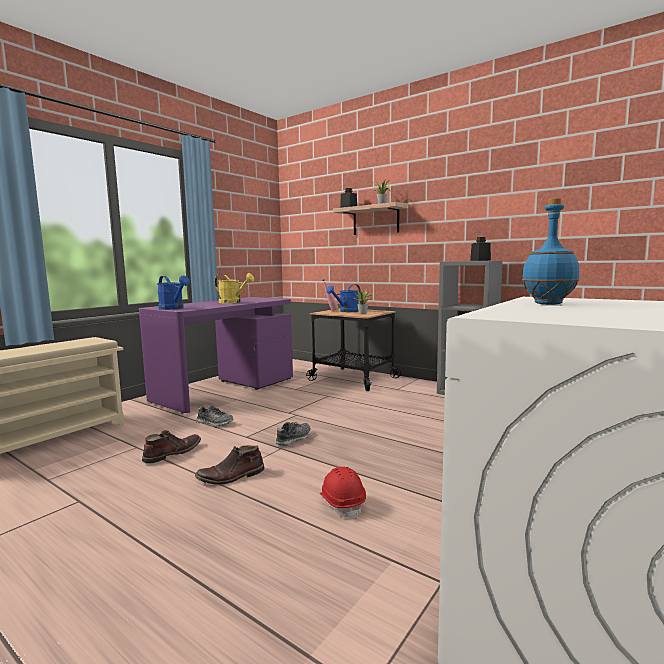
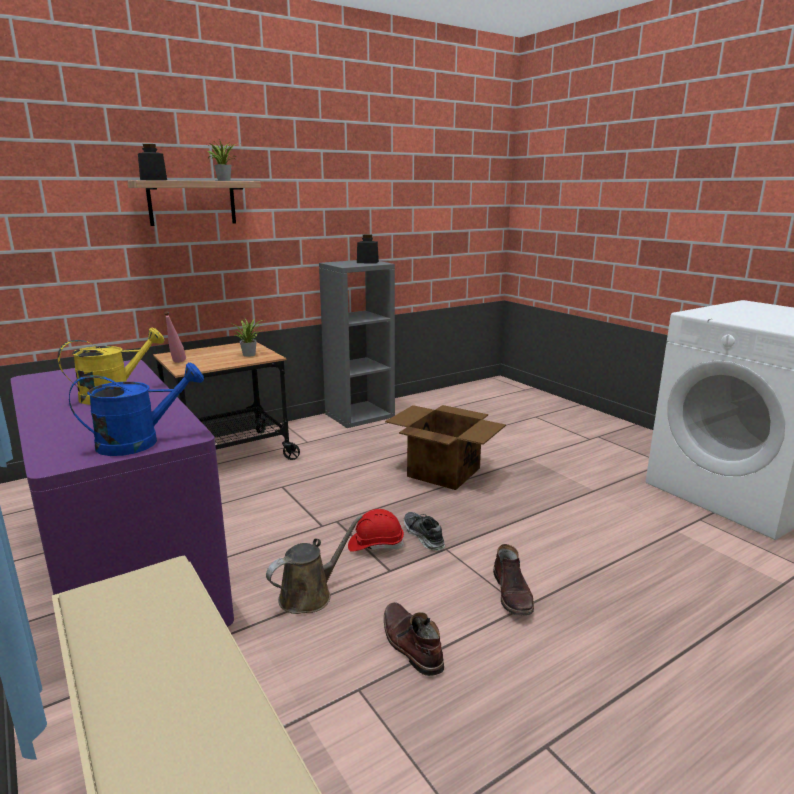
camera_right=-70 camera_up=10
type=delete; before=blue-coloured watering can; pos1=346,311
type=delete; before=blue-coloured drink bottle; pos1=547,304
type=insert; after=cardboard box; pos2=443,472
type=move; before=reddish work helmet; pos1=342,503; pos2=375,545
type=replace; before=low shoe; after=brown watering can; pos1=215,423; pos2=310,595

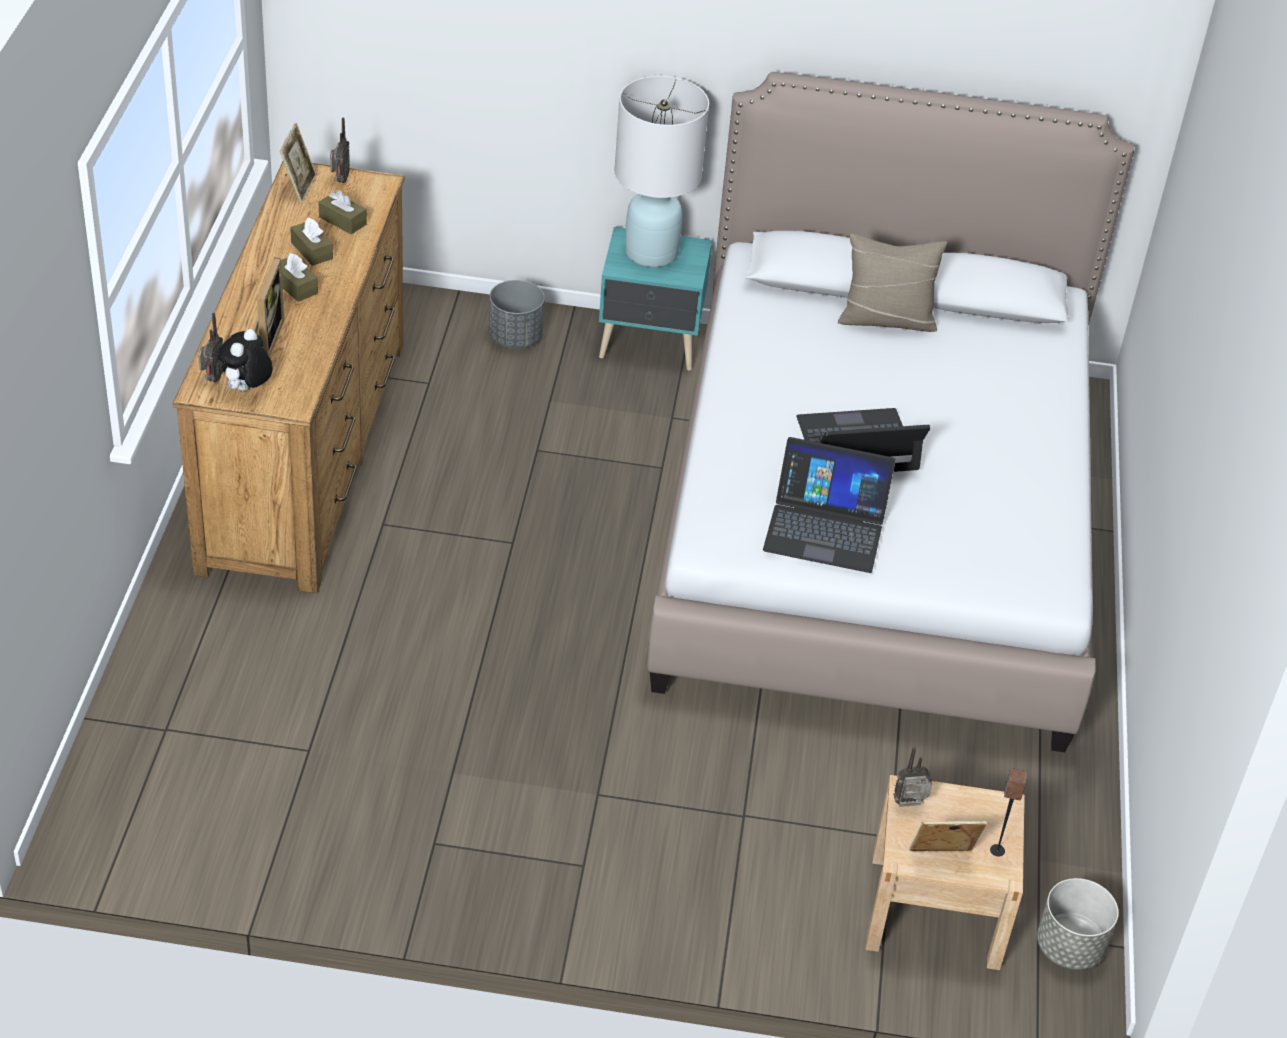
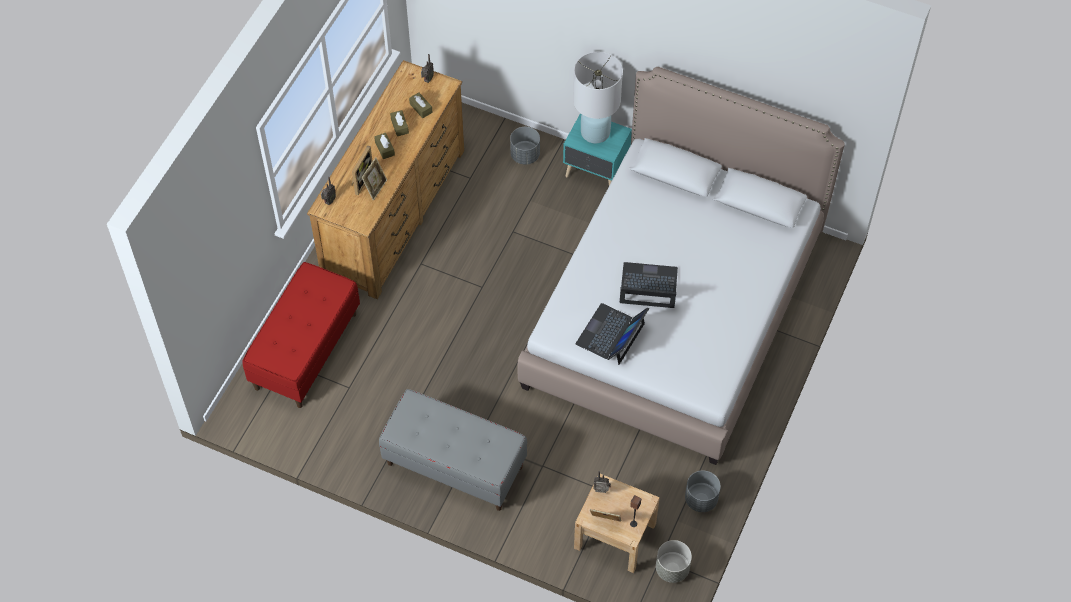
camera_right=20 camera_up=15
type=delete; before=cuddly toy; pos1=247,389
type=delete; before=sand-coloured cushion; pos1=886,319
type=insert; after=reddish long seat; pos2=305,350
type=insert; after=greyish long seat; pos2=454,465
type=insert; after=greyish flower pot; pos2=701,499
type=move; before=standing frame; pos1=299,187; pos2=375,188
type=rotate; before=notebook computer; pos1=825,528; pos2=611,334; turn=90

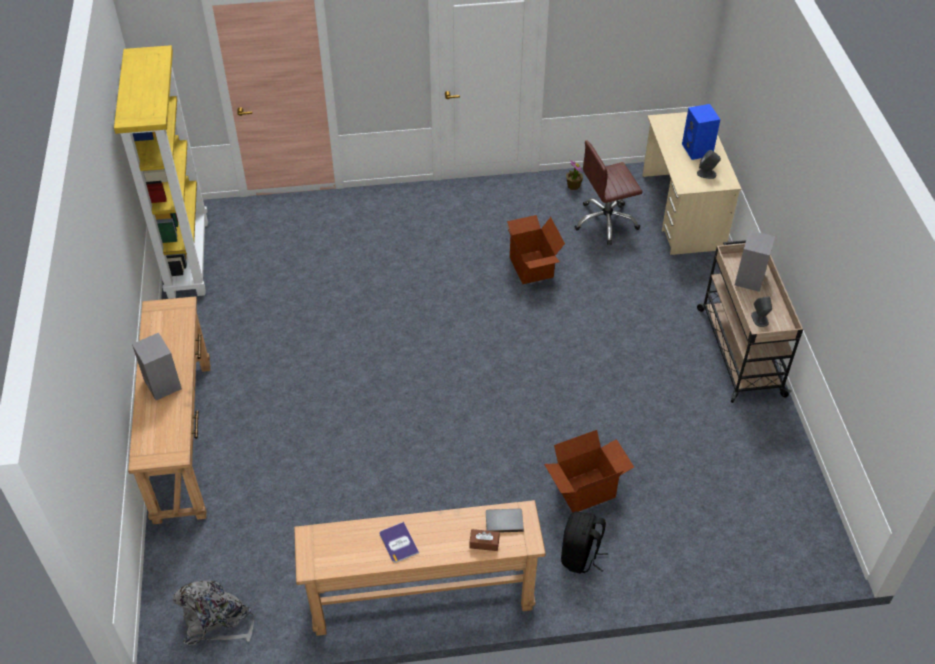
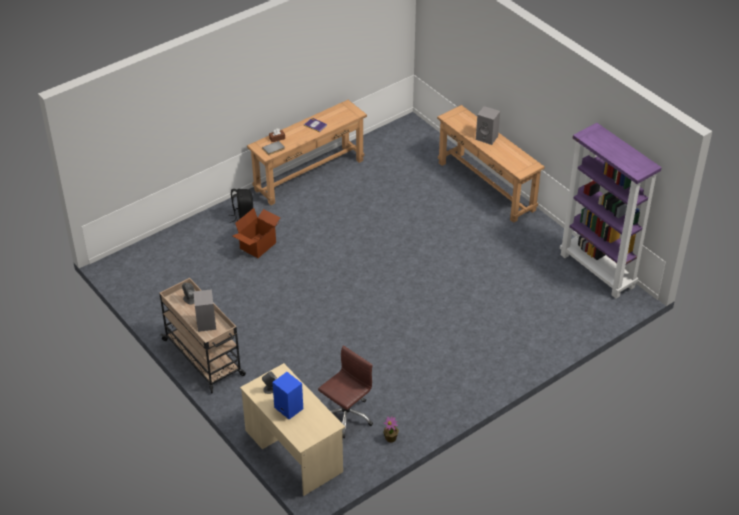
camera_right=150 camera_up=-5
type=delete; before=greyish backpack; pos1=216,620
type=delete; before=cardboard box; pos1=532,267
type=recolor; before=yellowish shelving unit; after=purple-coloured shelving unit; pos1=187,257; pos2=598,271

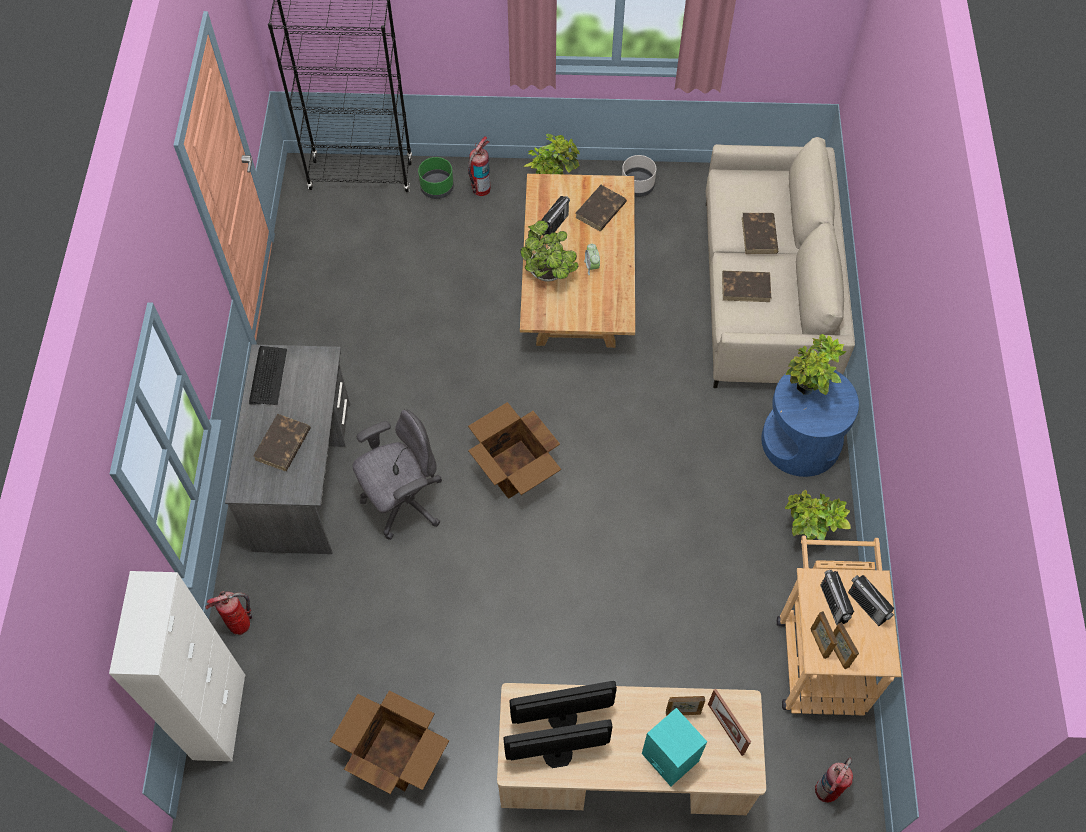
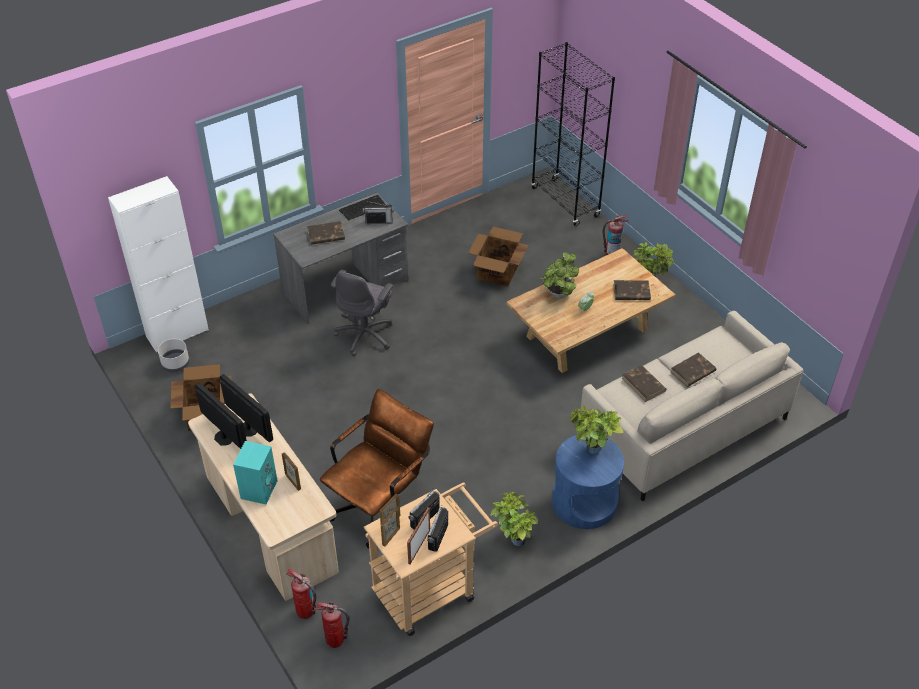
camera_right=55 camera_up=-15
type=delete; before=green flower pot; pos1=437,187
type=insert; after=brown office chair; pos2=380,505
type=move; before=fire extinguisher; pos1=240,624; pos2=305,611
type=move; before=cardboard box; pos1=515,469; pos2=497,273
type=move; before=radio; pos1=555,225; pos2=379,221
type=move; before=greyish flower pot; pos1=637,186; pos2=175,364
type=move; before=standing frame; pos1=725,729; pos2=419,546
type=rotate; before=greyish office chair; pos1=403,502; pos2=365,335; turn=90

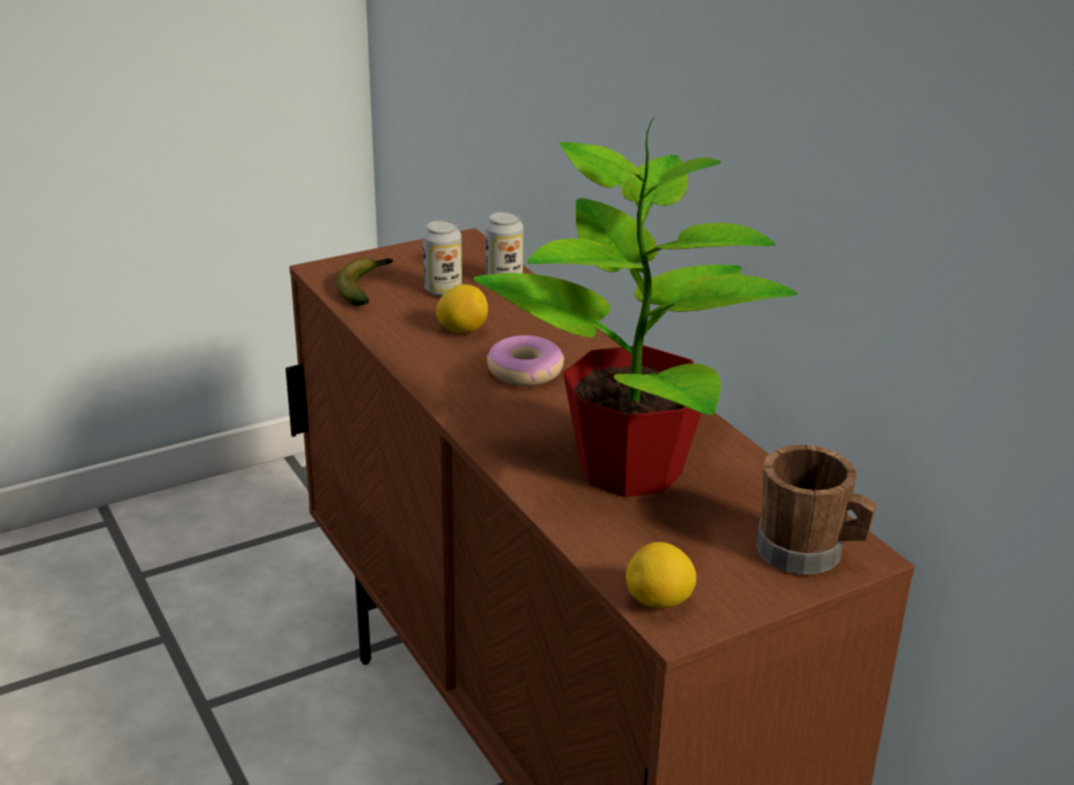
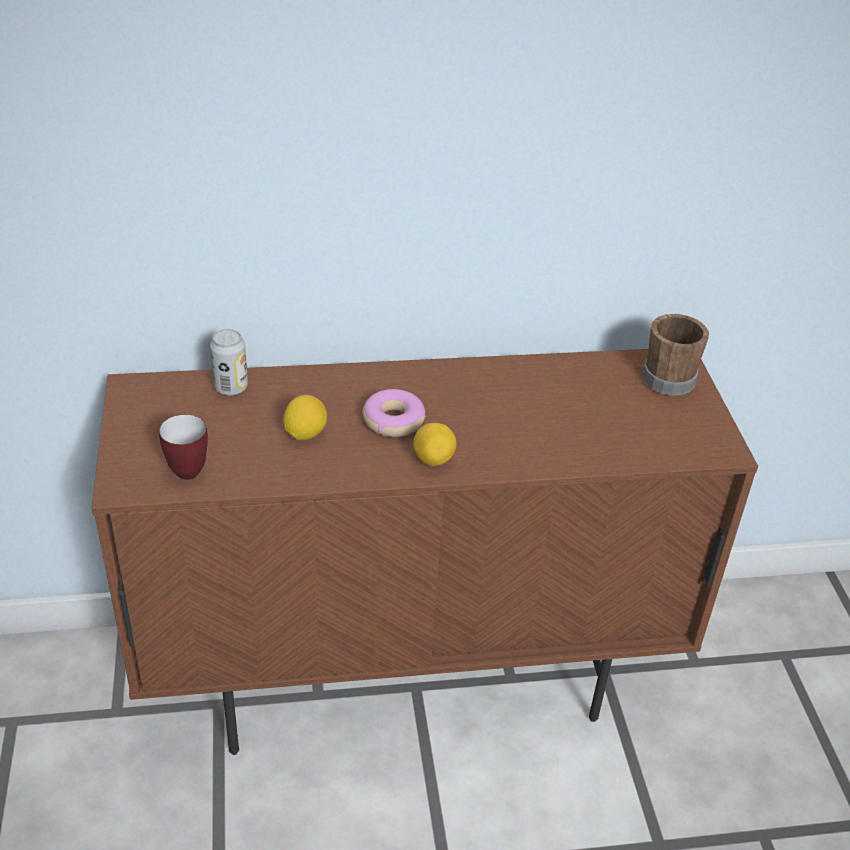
camera_right=-70 camera_up=10
type=delete; before=sealed can; pos1=443,290
type=delete; before=houseplant; pos1=634,469
type=move; before=lemon; pos1=659,602; pos2=433,459
type=replace; before=whole banana; after=coffee mug; pos1=365,288; pos2=183,468

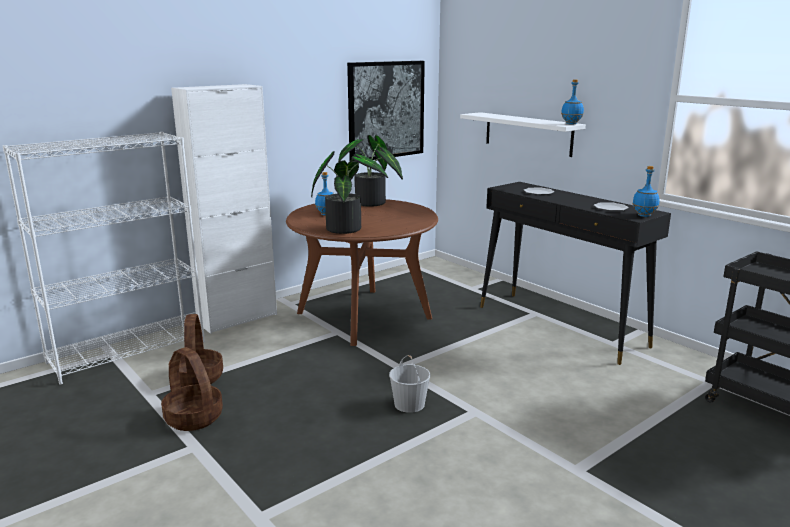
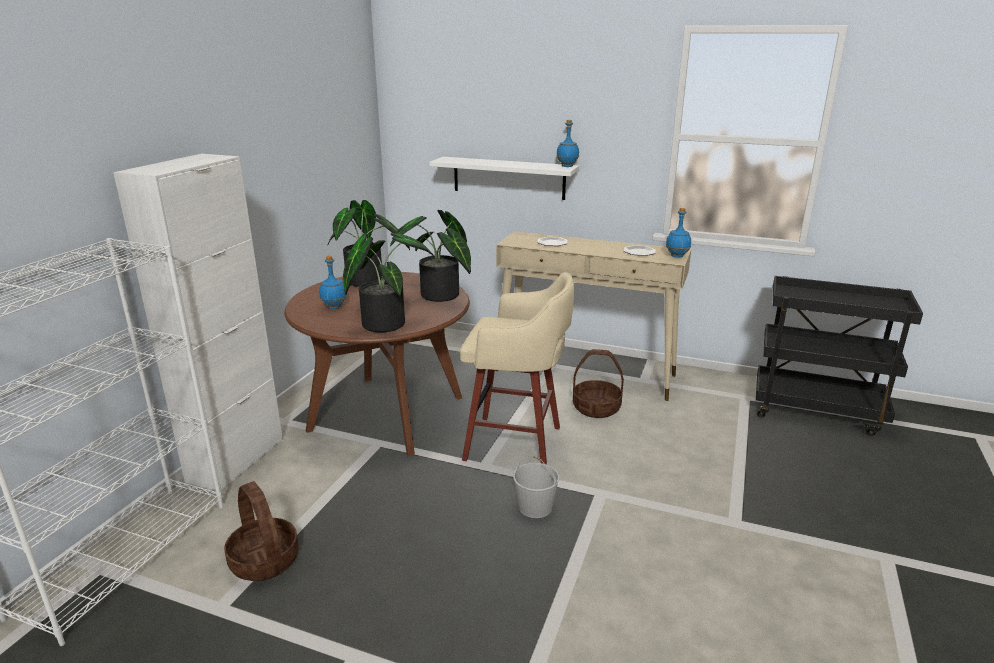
camera_right=-30 camera_up=5
type=delete; before=wall picture; pos1=386,110
type=insert; after=houseplant; pos2=440,297
type=insert; after=sand-coloured stool seat; pos2=516,444
type=move; before=household basket; pos1=193,418; pos2=596,408
type=recolor; before=blackish console table; after=sand-coloured console table; pos1=561,326; pos2=585,373

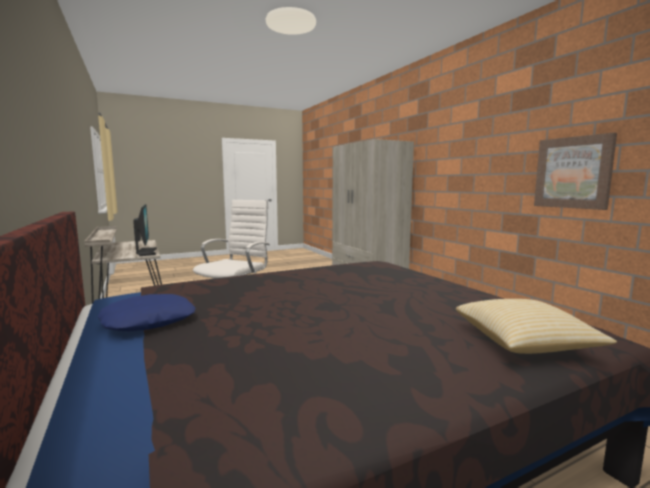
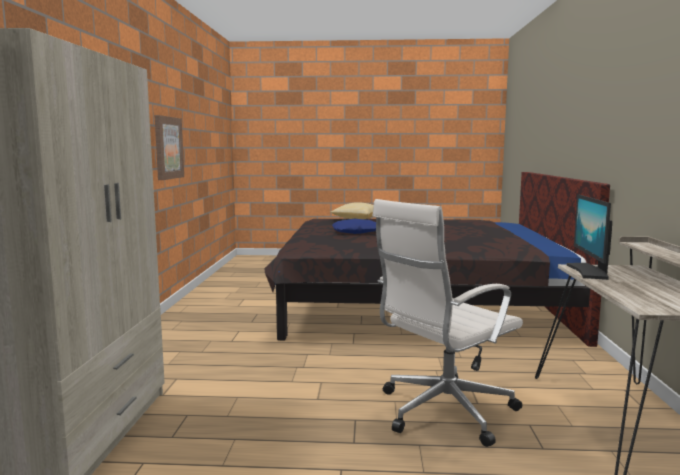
camera_right=-150 camera_up=0
type=move; before=blue-coloured cushion; pos1=148,321; pos2=355,232

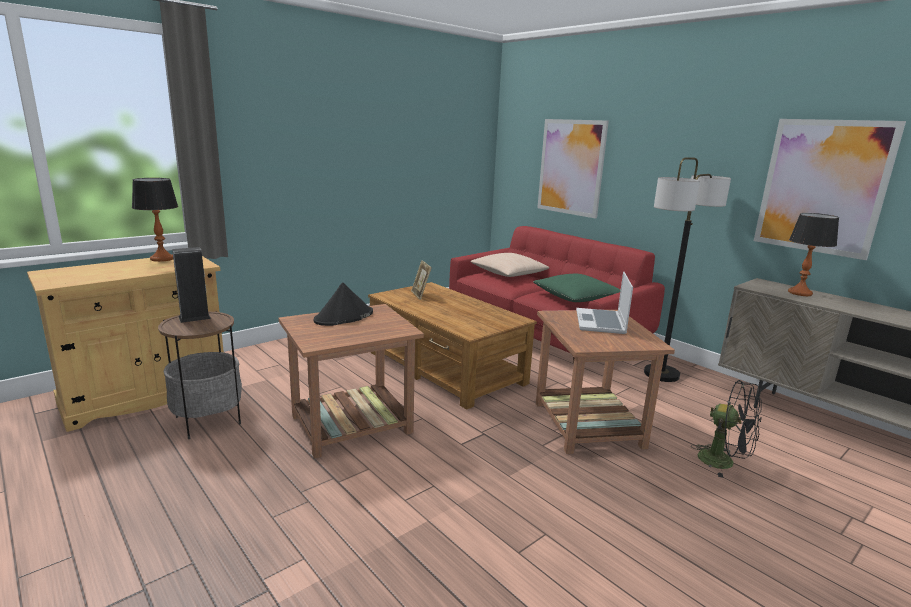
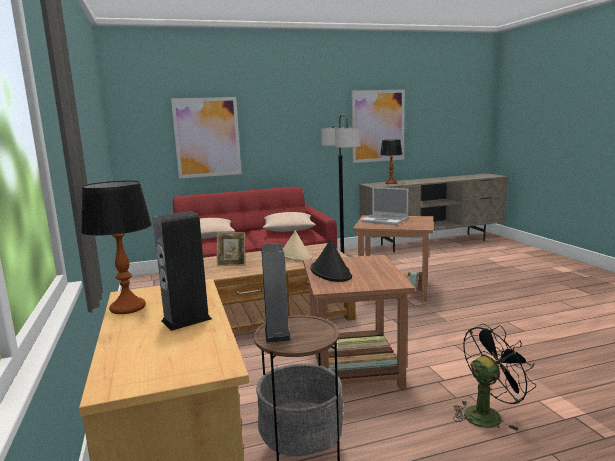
camera_right=-65 camera_up=-5
type=insert; after=speaker; pos2=186,320
type=insert; after=sand-coloured wearable hat; pos2=295,255
type=move; before=blackish electric fan; pos1=724,462; pos2=487,414
type=recolor; before=green cushion; after=sand-coloured cushion; pos1=576,298; pos2=288,229

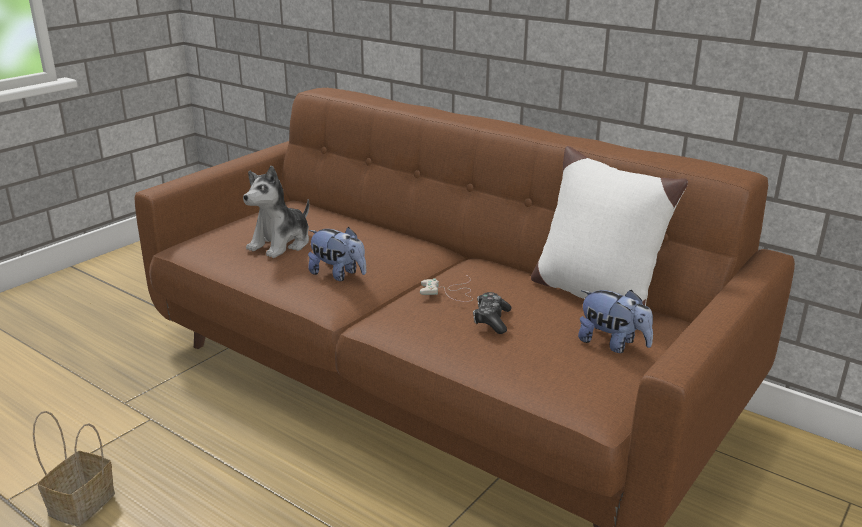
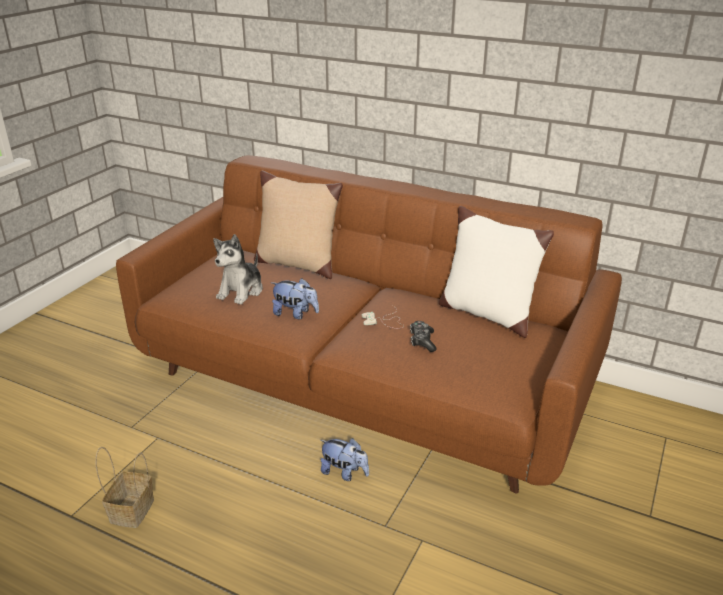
camera_right=-10 camera_up=5
type=insert; after=sand-coloured cushion; pos2=297,264
type=move; before=cuddly toy; pos1=612,344; pos2=344,473

